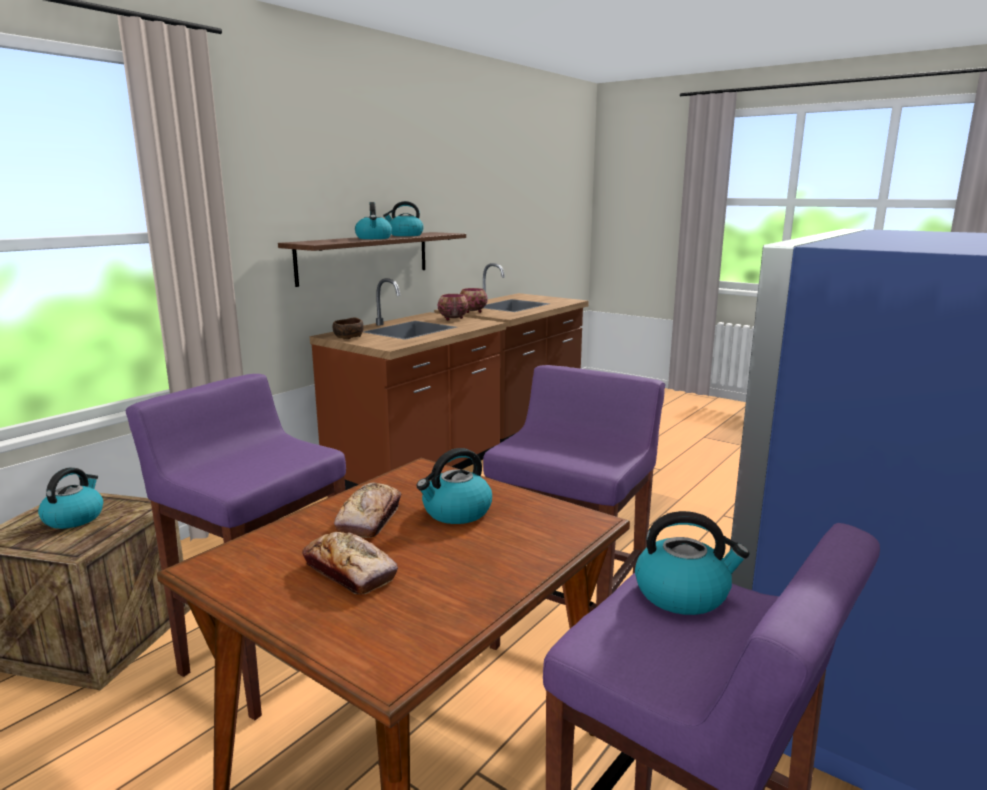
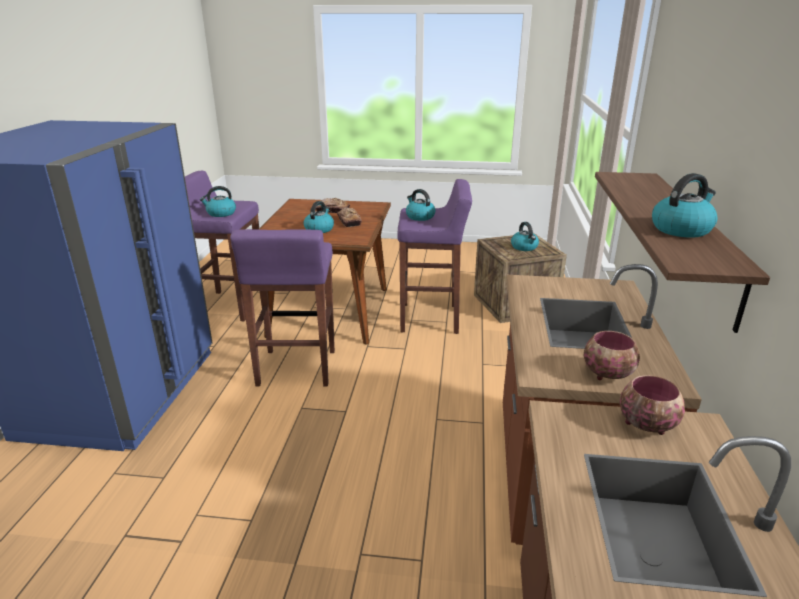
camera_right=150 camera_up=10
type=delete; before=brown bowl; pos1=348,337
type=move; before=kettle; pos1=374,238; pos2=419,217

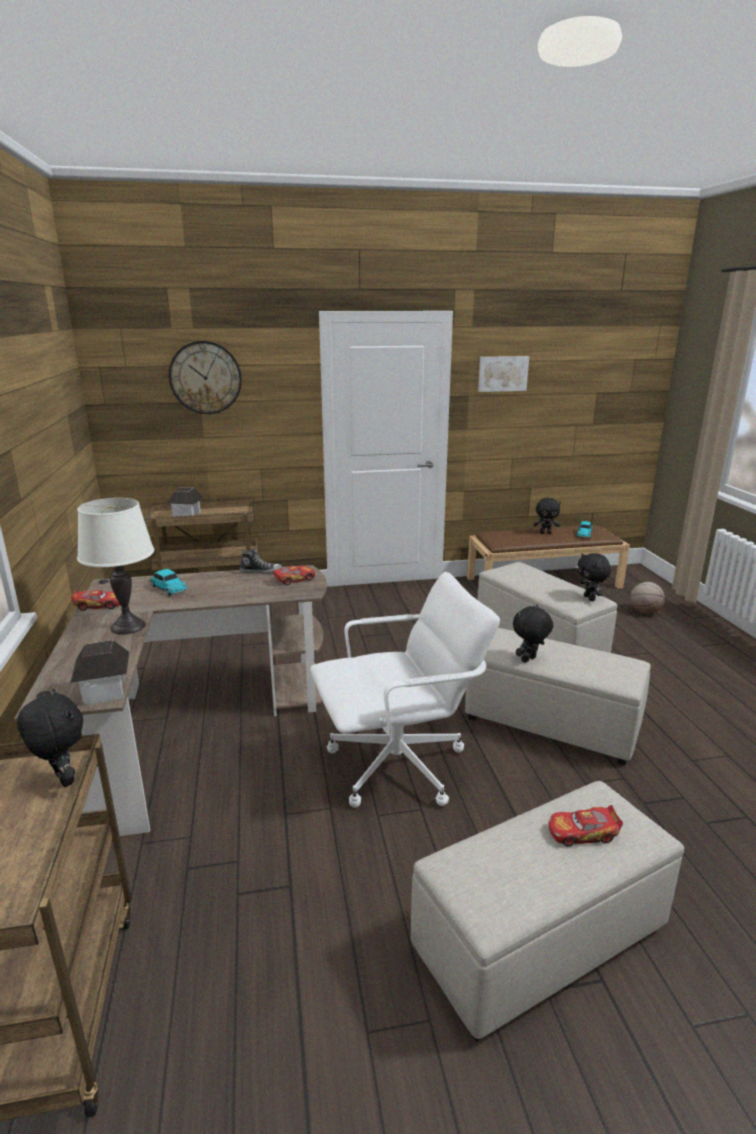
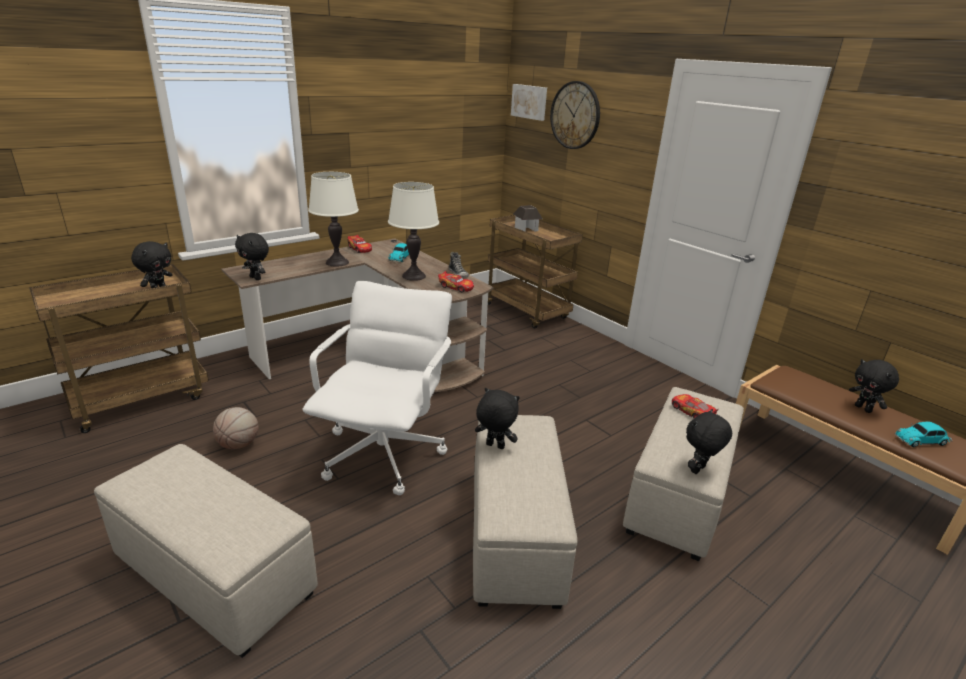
camera_right=60 camera_up=5
type=insert; after=whitish lamp for a table; pos2=413,276
type=move; before=wall picture; pos1=502,373; pos2=529,102
type=move; before=miniature car; pos1=582,833; pos2=692,412
type=move; before=basketball ball; pos1=645,611; pos2=239,445
type=replace; before=miniature house; after=blackish cuddly toy; pos1=105,691; pos2=256,278
type=rotate; before=whitish office chair; pos1=399,766; pos2=384,454; turn=-120

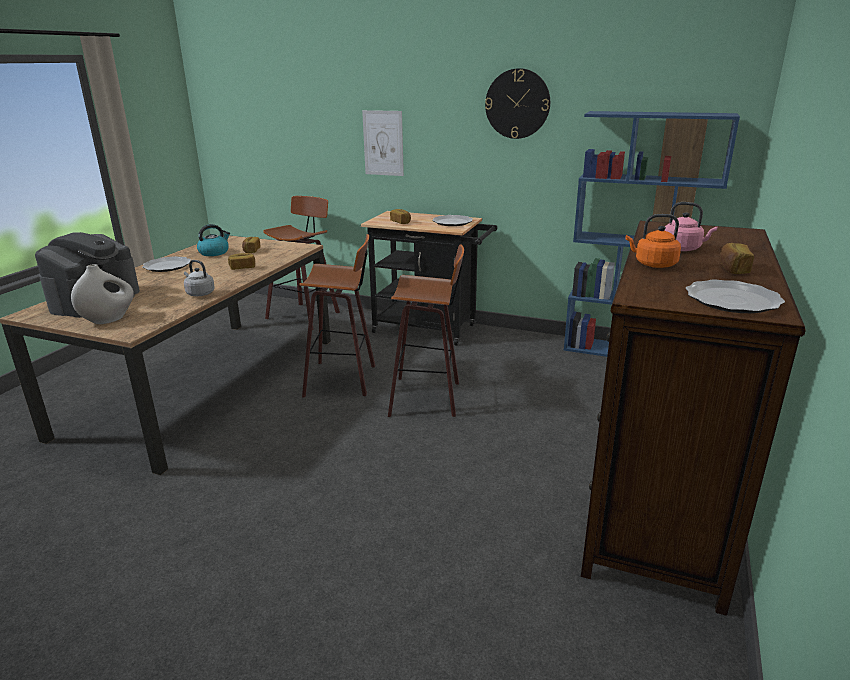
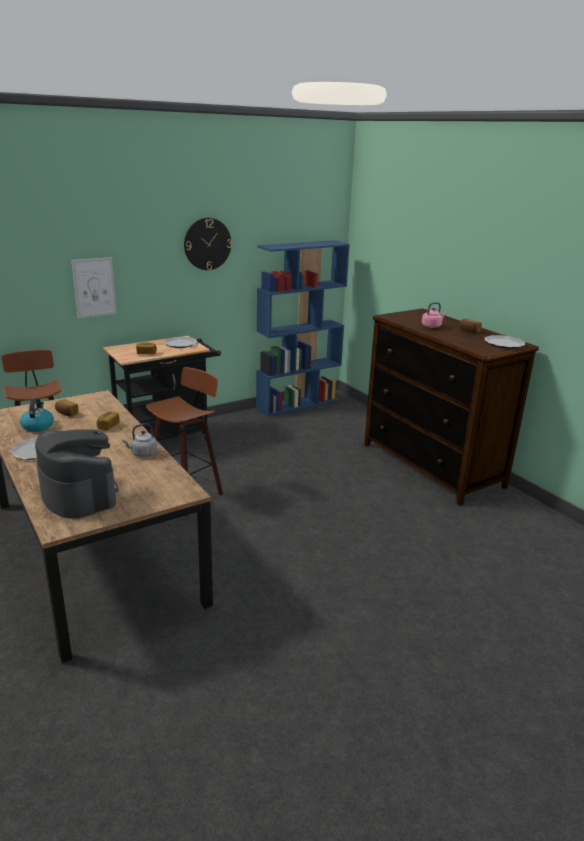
camera_right=-55 camera_up=0
type=delete; before=whitish vase; pos1=109,320
type=delete; before=stool seat; pos1=428,397
type=delete; before=orange kettle; pos1=653,264

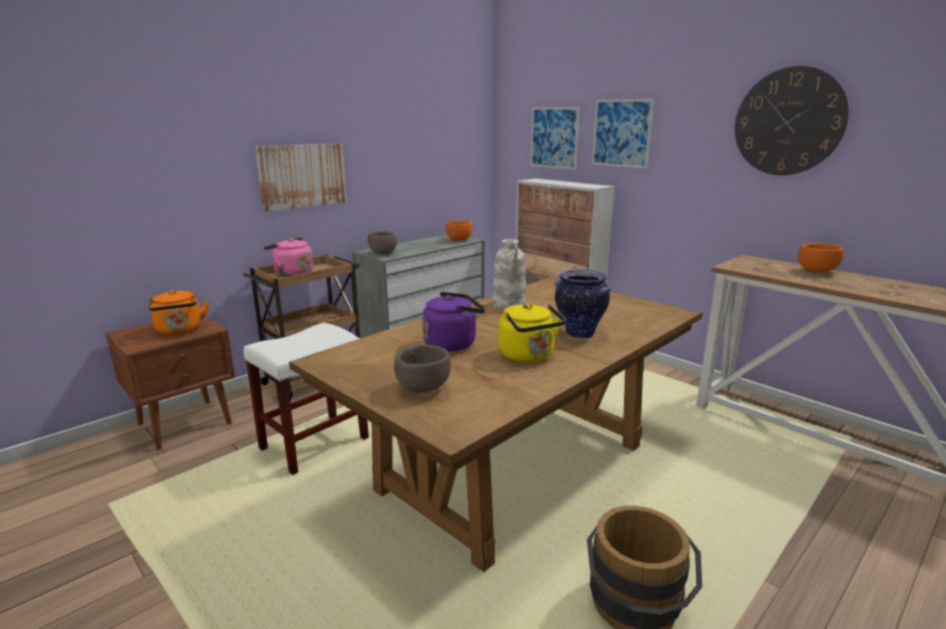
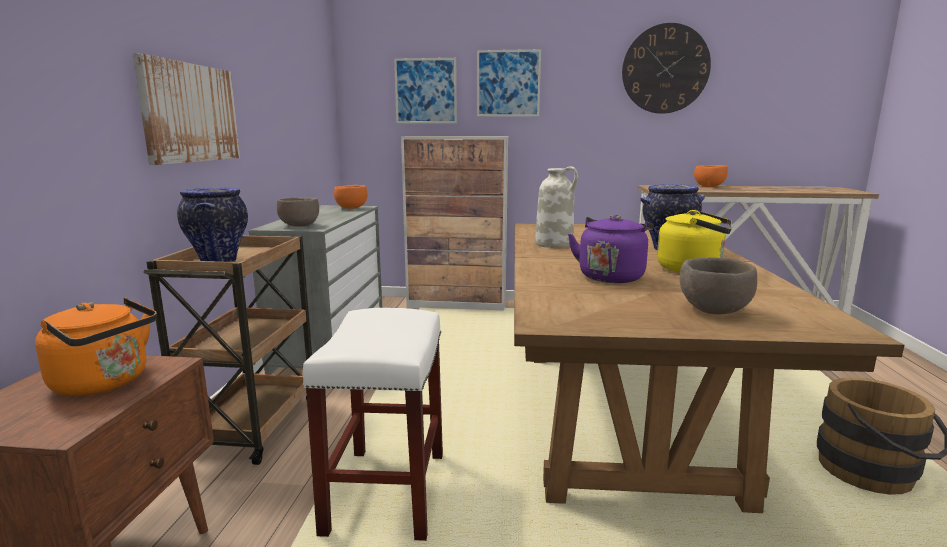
camera_right=-40 camera_up=-5
type=replace; before=pinkish kettle; after=vase; pos1=291,274; pos2=219,261

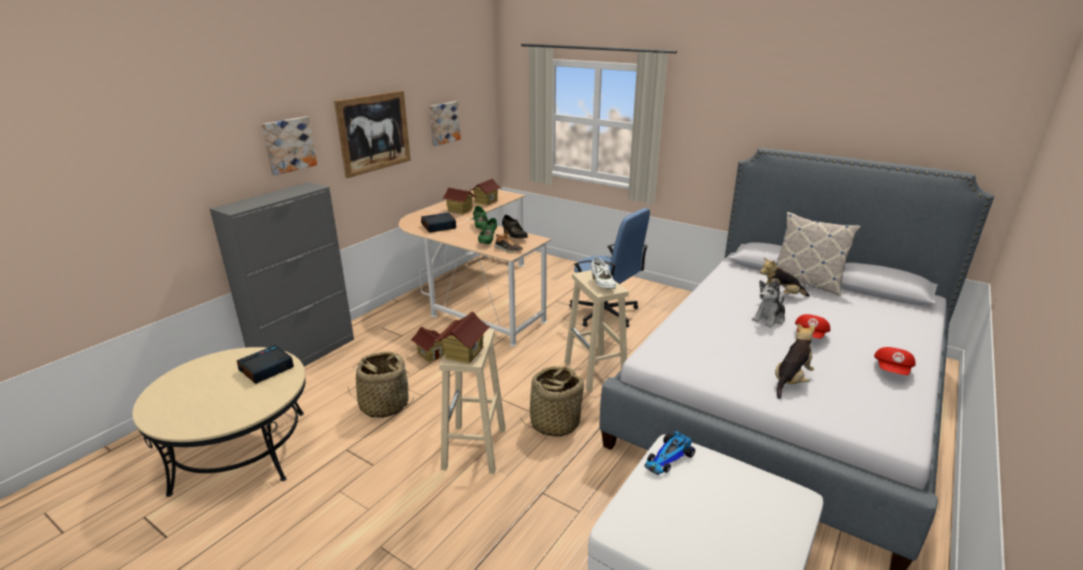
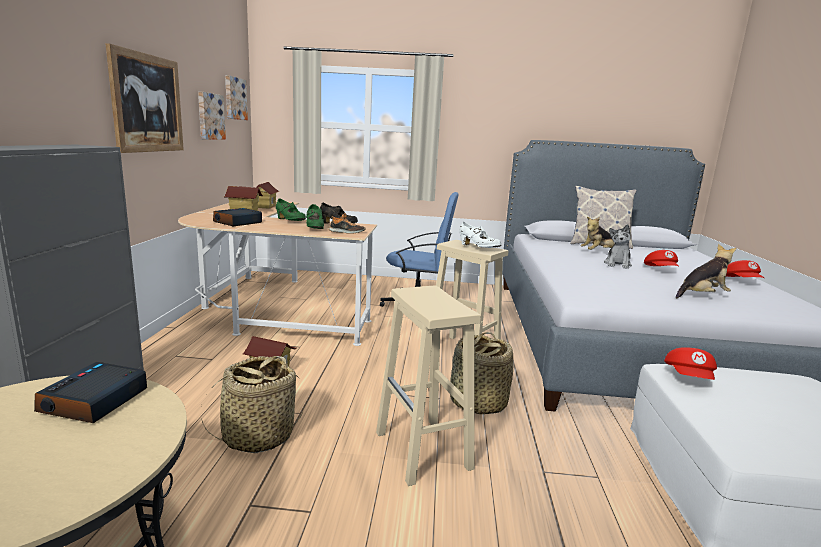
camera_right=-30 camera_up=-10
type=delete; before=miniature house; pos1=464,353
type=move; before=wall picture; pos1=288,144; pos2=234,98
type=replace; before=miniature car; after=reddish baseball cap; pos1=668,458; pos2=689,378
type=rotate; before=cuddly toy; pos1=791,380; pos2=702,296; turn=60

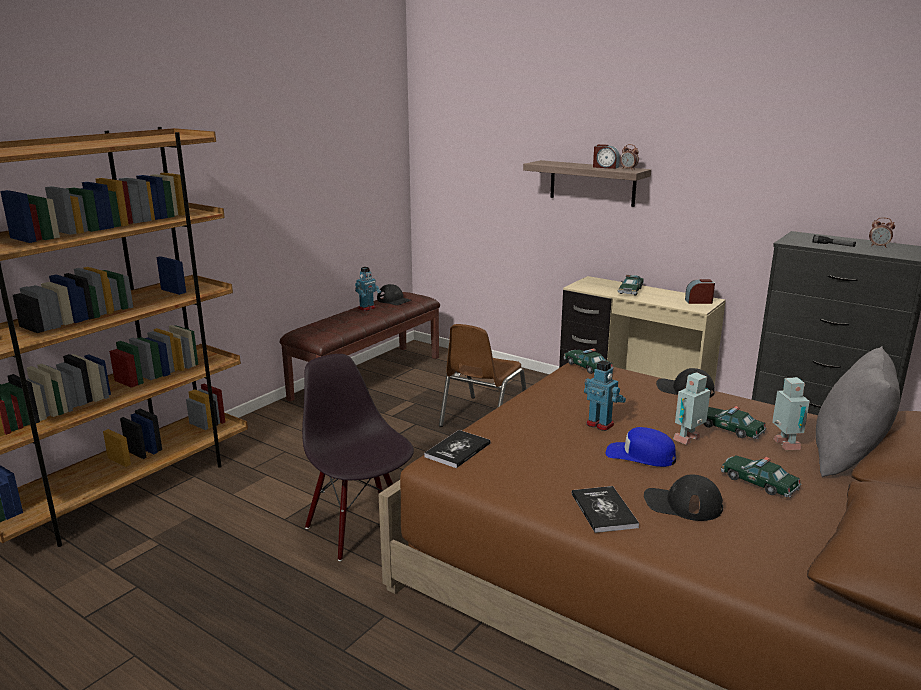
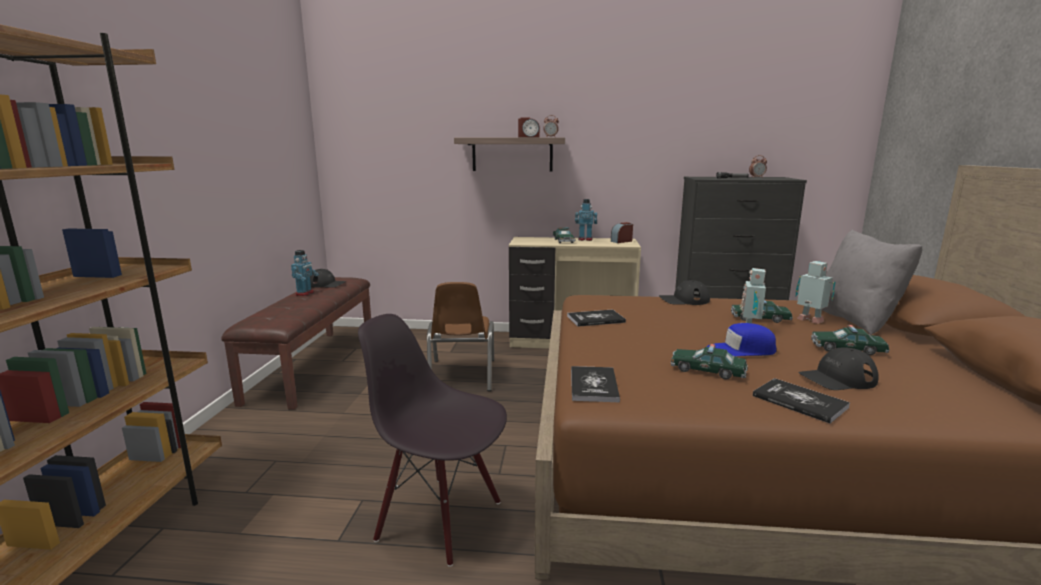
camera_right=-30 camera_up=-5
type=insert; after=volume; pos2=595,319
type=move; before=miniature car; pos1=587,367; pos2=707,371
type=move; before=model robot; pos1=600,424; pos2=585,239

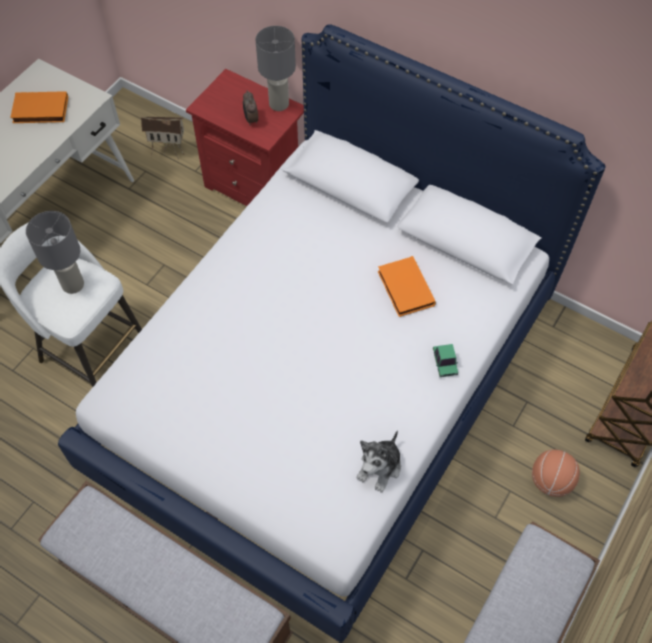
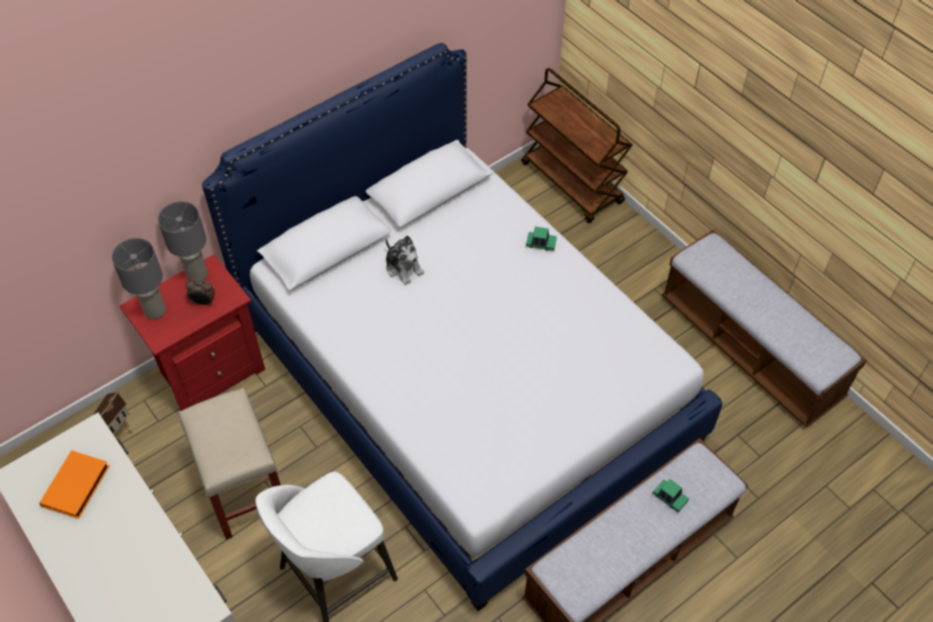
camera_right=-70 camera_up=-5
type=delete; before=orange volume; pos1=404,288
type=delete; before=basketball ball; pos1=550,480
type=insert; after=sand-coloured stool seat; pos2=245,491
type=insert; after=miniature car; pos2=669,497
type=move; before=greyish lamp for a table; pos1=73,284; pos2=154,311
type=move; before=cuddly toy; pos1=380,467; pos2=403,268

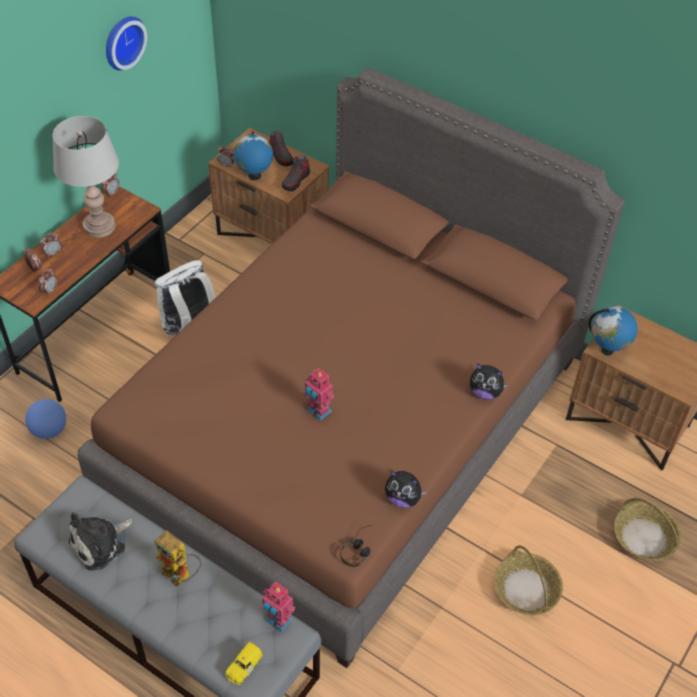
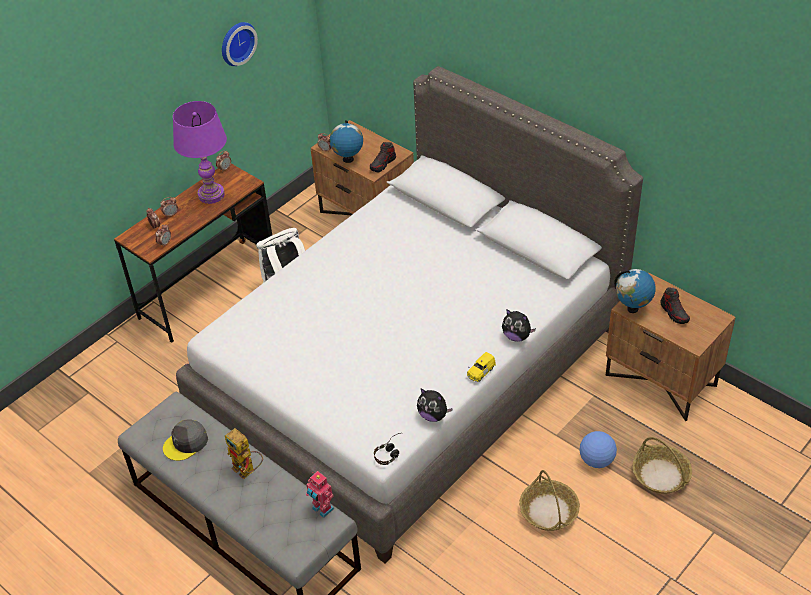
camera_right=10 camera_up=-5
type=delete; before=model robot; pos1=318,412
type=move; before=football; pos1=49,430; pos2=596,460
type=move; before=yellowish miniature car; pos1=243,667; pos2=480,372
type=move; before=low shoe; pos1=281,156; pos2=674,312
type=replace; before=cuddly toy; after=greyish baseball cap; pos1=101,544; pos2=186,443
type=recolor; before=greyish lamp for a table; after=purple-coloured lamp for a table; pos1=99,226; pos2=211,195
type=recolor; before=brown sleeping bed; after=greyish sleeping bed; pos1=346,428; pos2=410,373

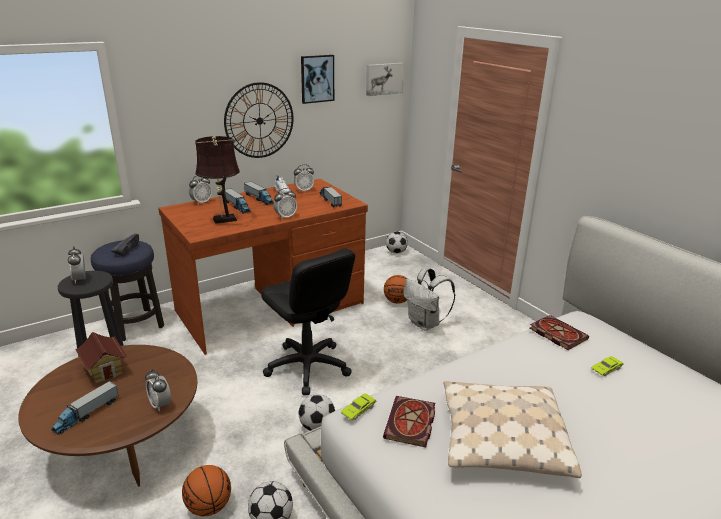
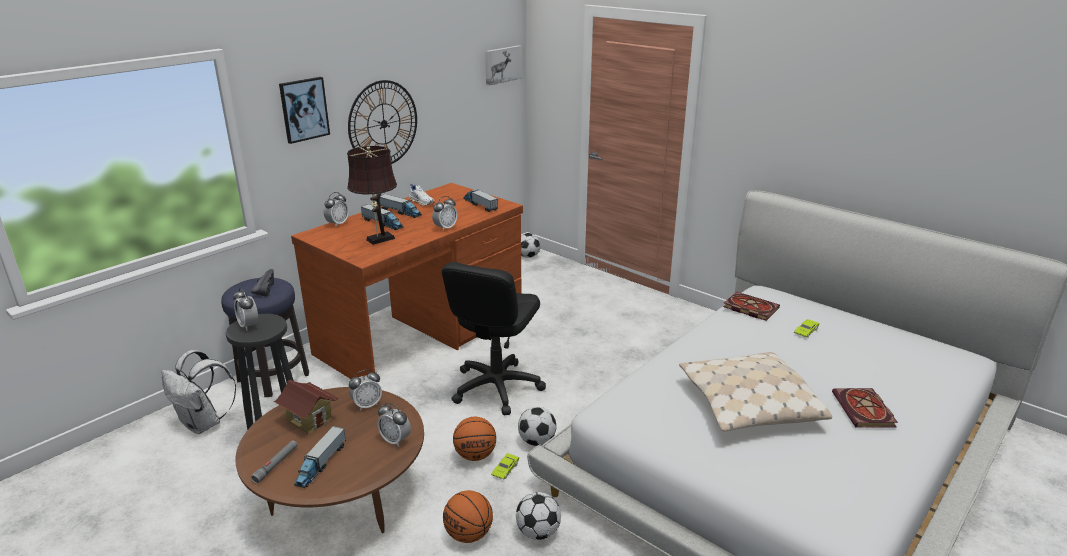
camera_right=-15 camera_up=0
type=insert; after=greyish flashlight; pos2=276,464
type=move; before=bedside clock; pos1=304,190; pos2=367,405
type=move; before=wall picture; pos1=317,78; pos2=304,109
type=move; before=green miniature car; pos1=358,410; pos2=505,469
type=move; before=volume; pos1=411,424; pos2=865,411
type=move; before=basketball ball; pos1=397,301; pos2=475,455
type=move; before=whitish backpack; pos1=425,324; pos2=204,424
type=rotate; before=blackish office chair; pos1=307,367; pos2=496,387; turn=75

